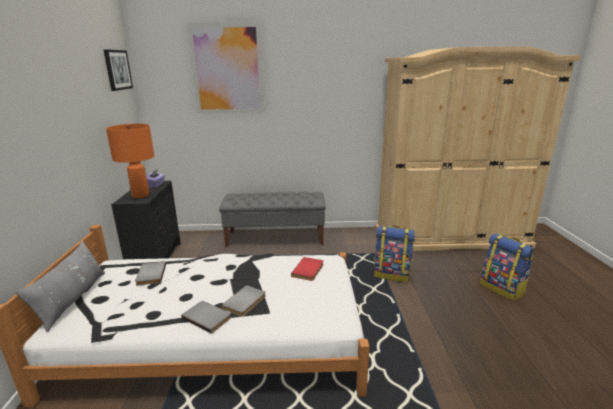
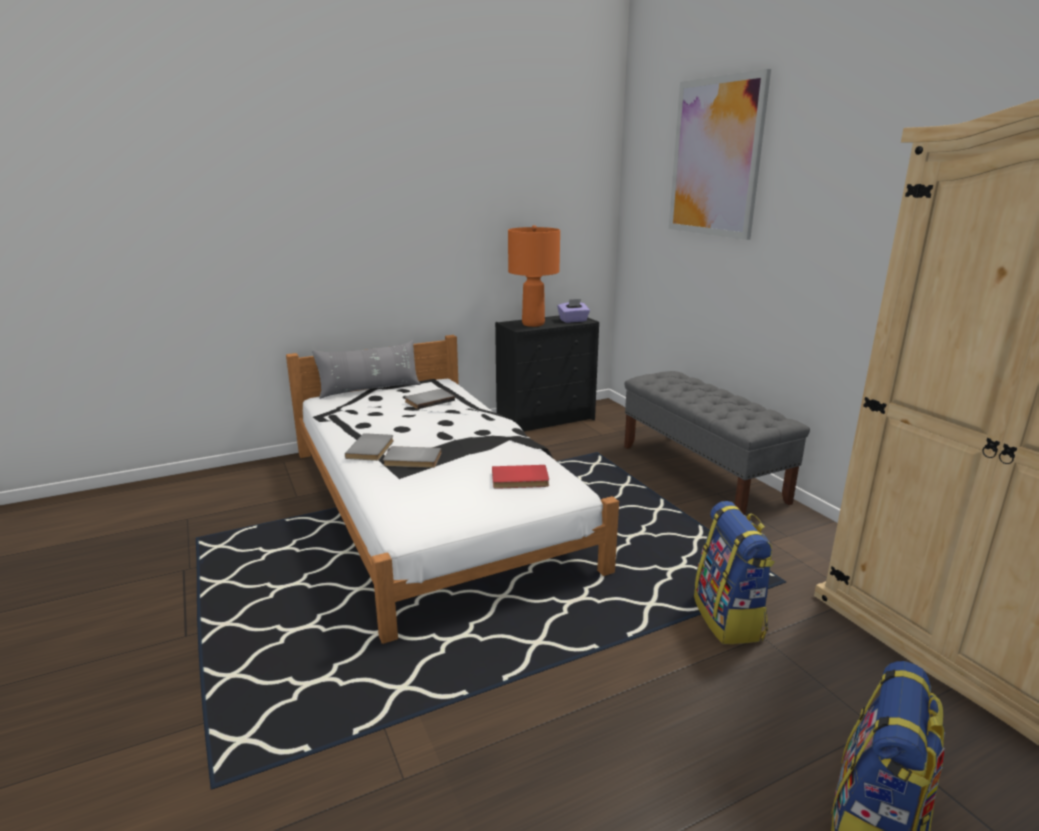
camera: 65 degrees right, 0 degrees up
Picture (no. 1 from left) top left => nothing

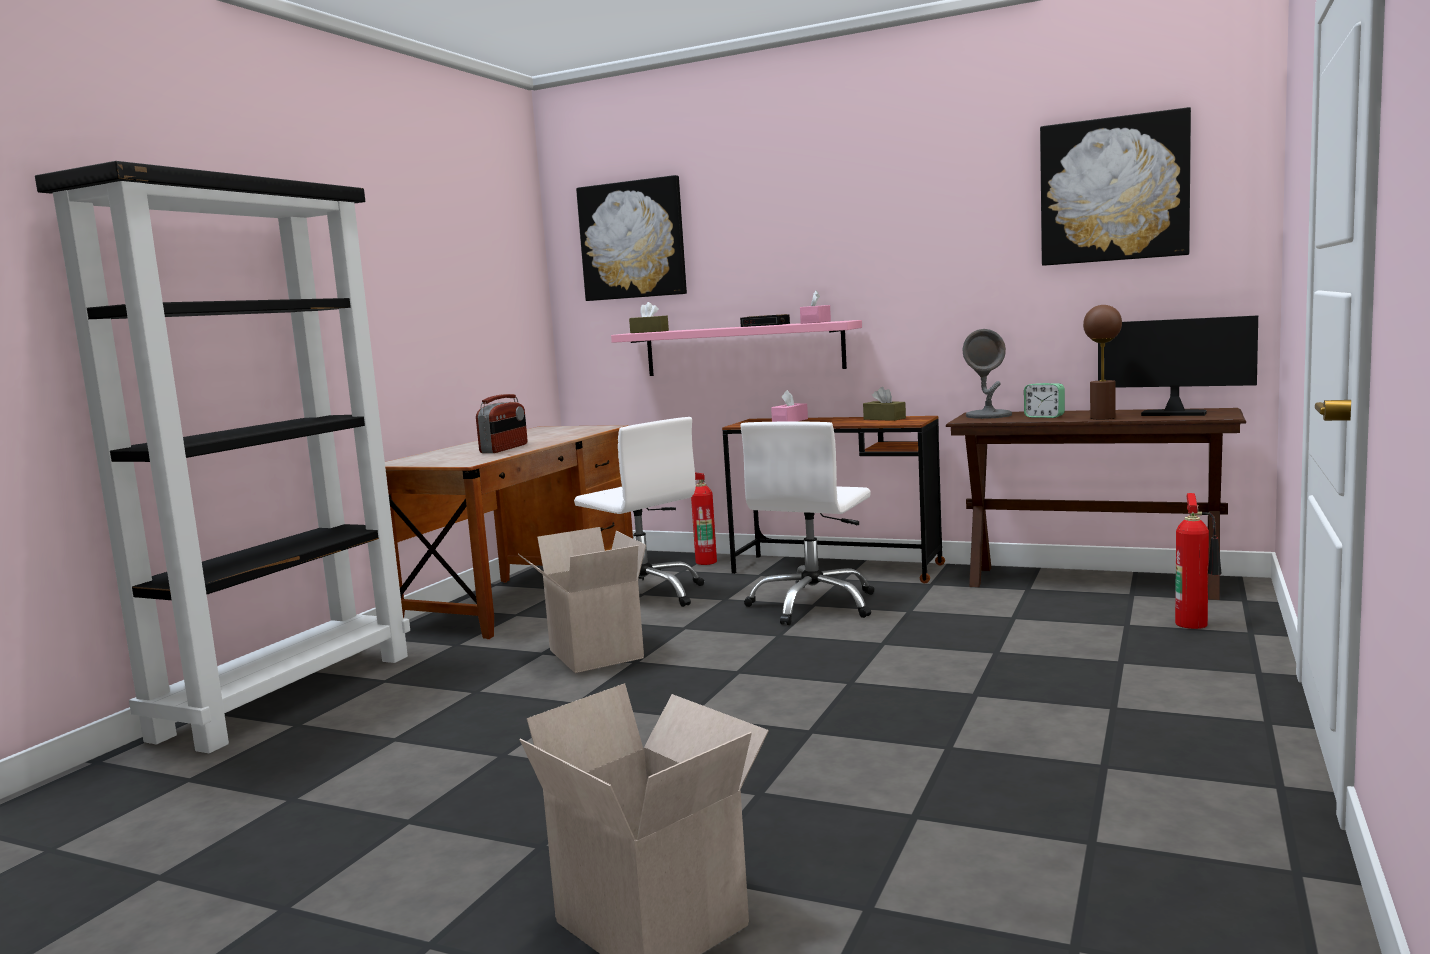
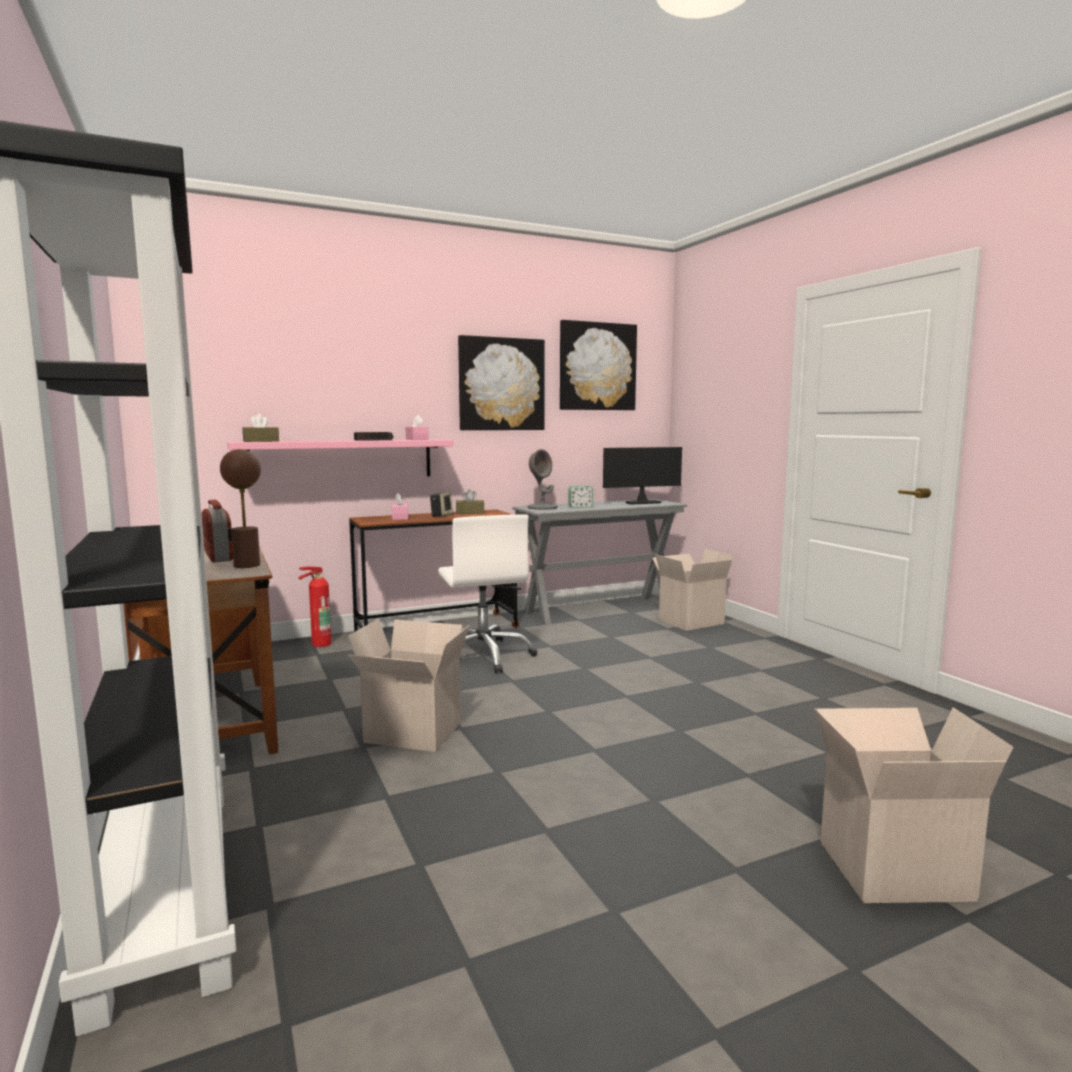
camera: 50 degrees left, 0 degrees up
Picture (no. 1 from left) top centre => Picture (no. 1 from left) centre, shifted
BrownTableLamp middle right => BrownTableLamp middle left, shifted
BrownConsoleTable middle right => GreyConsoleTable centre
WhiteOfficeChair (no. 1 from left) centre => nothing
FireExtinguisher (no. 2 from left) middle right => CardboardBox (no. 2 from left) centre
nothing => Speaker centre

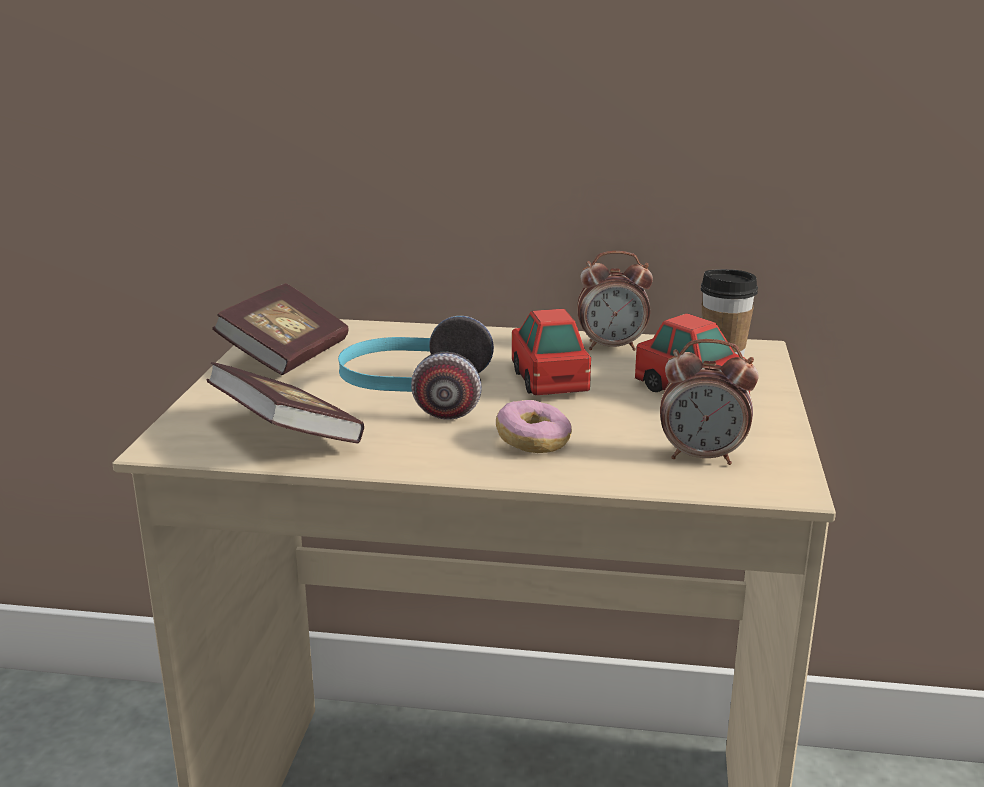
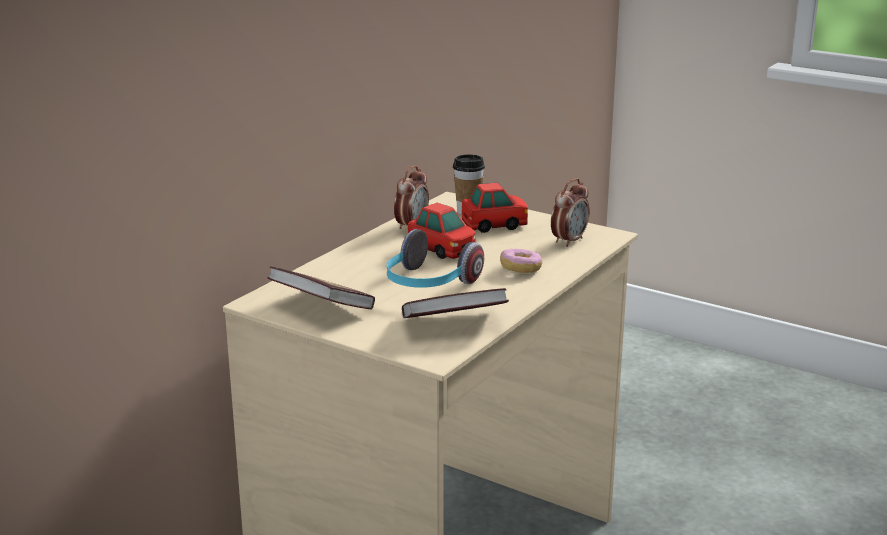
camera: 65 degrees left, 0 degrees up
ToyCar (no. 1 from left) centre, 150 degrees counterclockwise

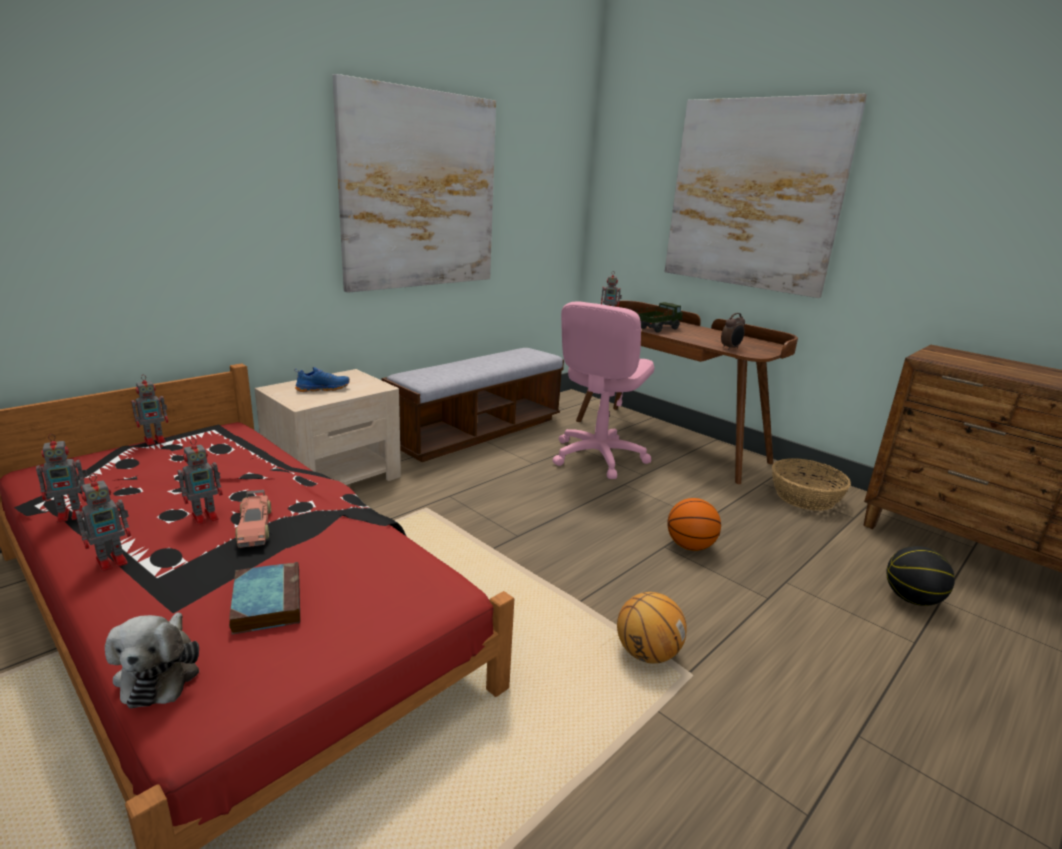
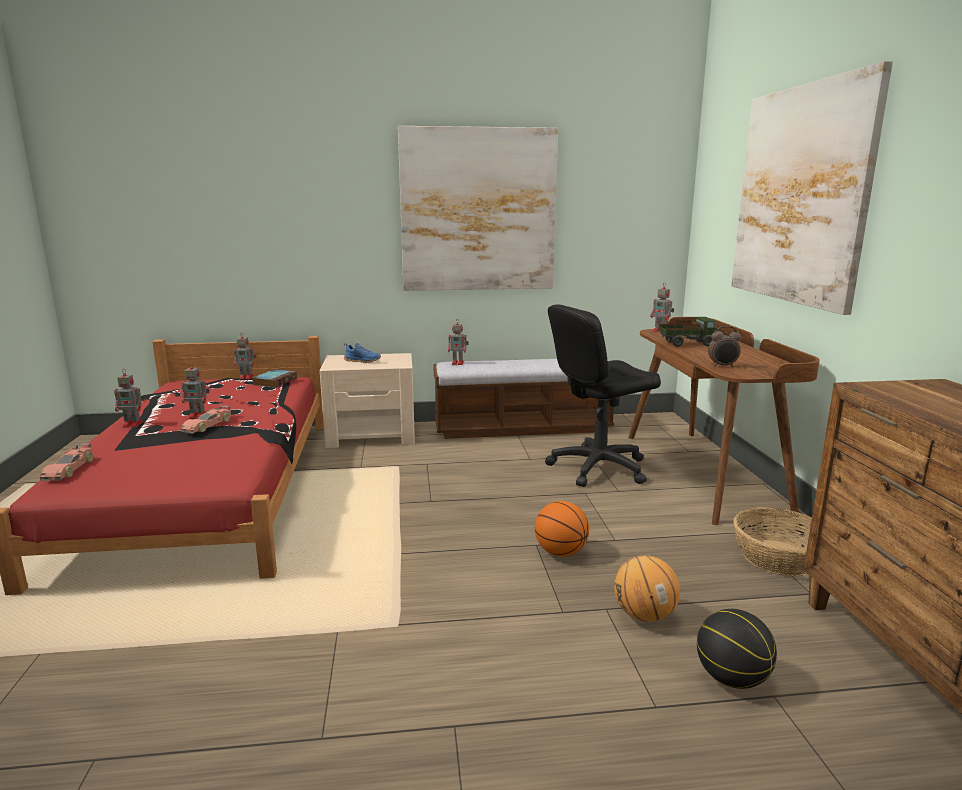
camera: 40 degrees right, 5 degrees down
PinkOfficeChair centre => BlackOfficeChair centre
ToyRobot (no. 1 from left in the first image) middle left => ToyRobot (no. 4 from left) centre, shifted
Book bottom left => Book middle left, shifted
Basketball (no. 1 from left in the first image) bottom centre => Basketball (no. 2 from left) bottom right, shifted
PlushToy bottom left => ToyCar (no. 1 from left) middle left

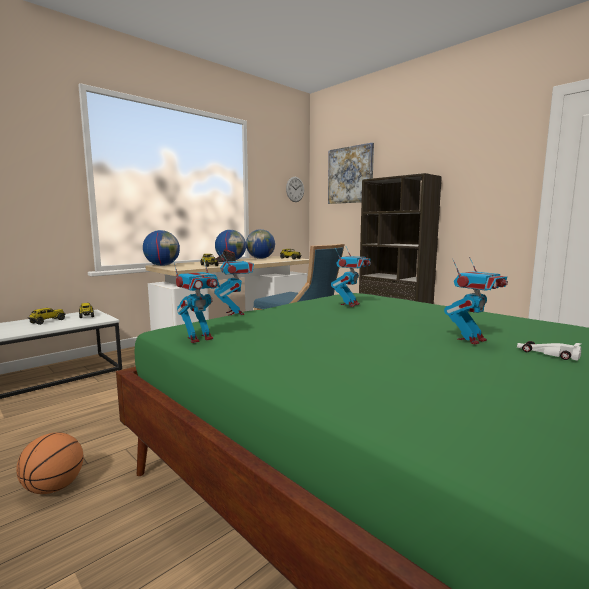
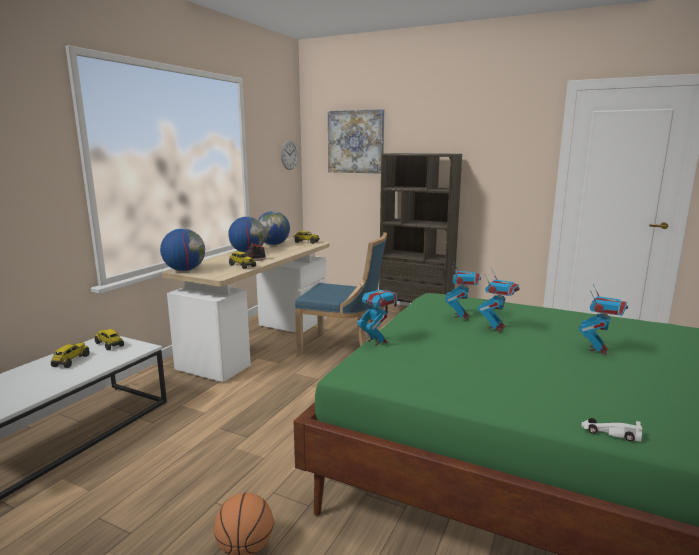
camera: 20 degrees left, 5 degrees up
ToyRobot (no. 1 from left in the first image) middle left => ToyRobot (no. 3 from left) middle right, shifted
WhiteToyCar middle right => WhiteToyCar bottom right, shifted

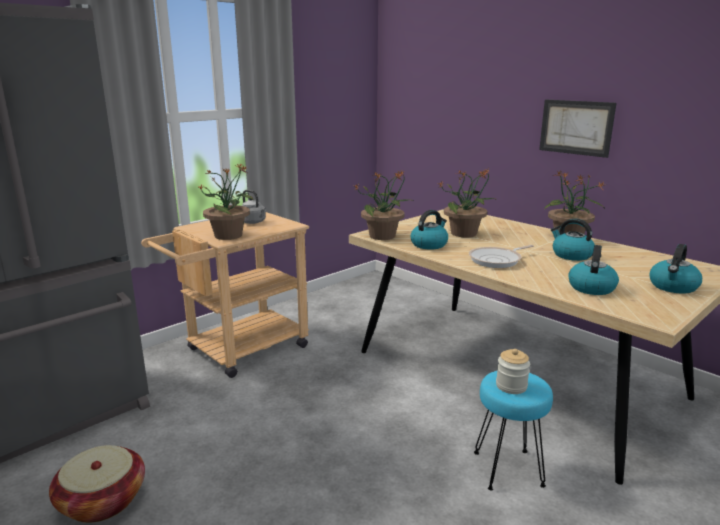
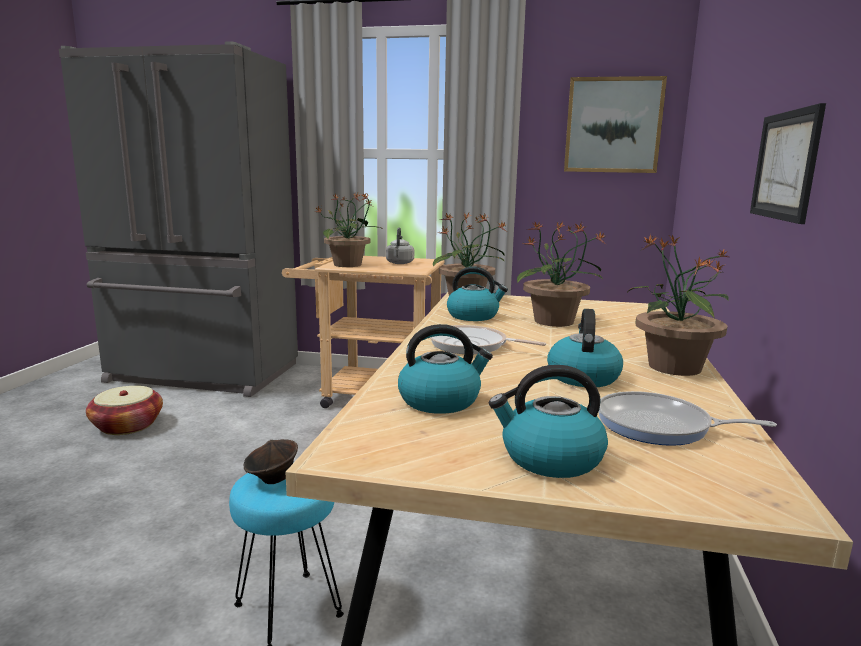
camera: 55 degrees right, 5 degrees down
Jar bottom right => BrownBowl bottom left
nothing => Picture (no. 1 from left) top right
nothing => FryingPan (no. 2 from left) middle right

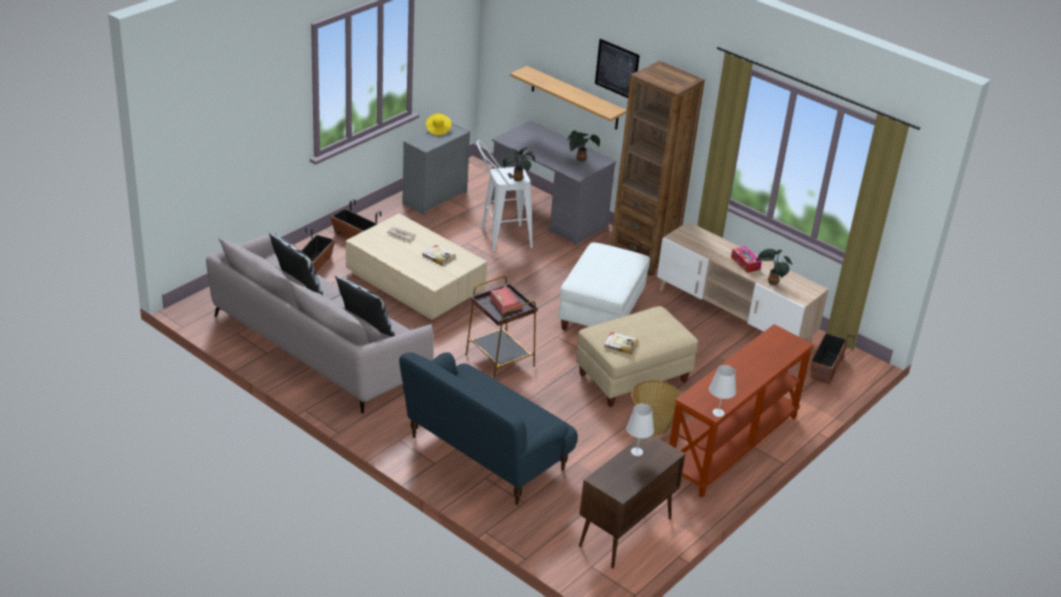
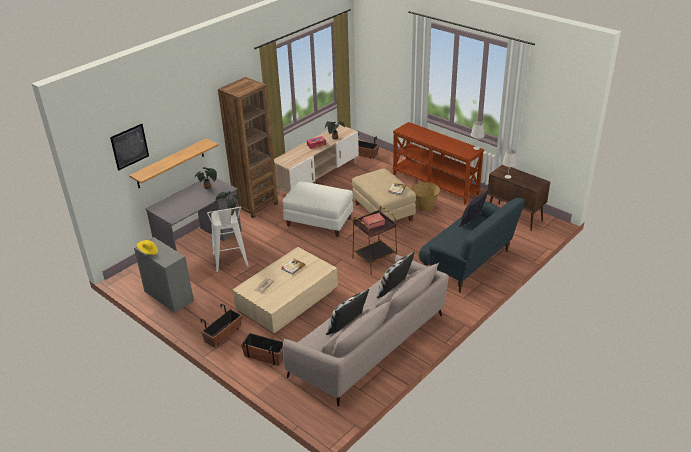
camera: 85 degrees left, 0 degrees up
Picture top centre => Picture top left, shifted
nothing => Pillow (no. 3 from left) middle right

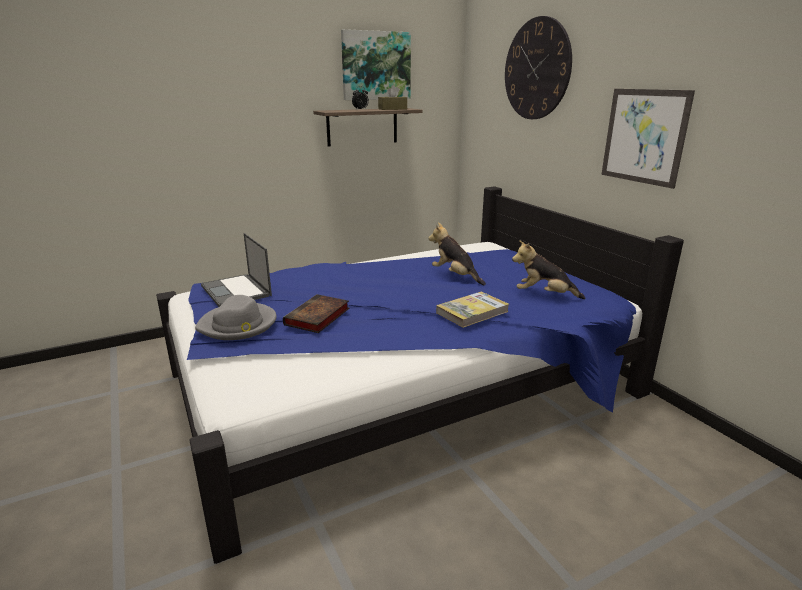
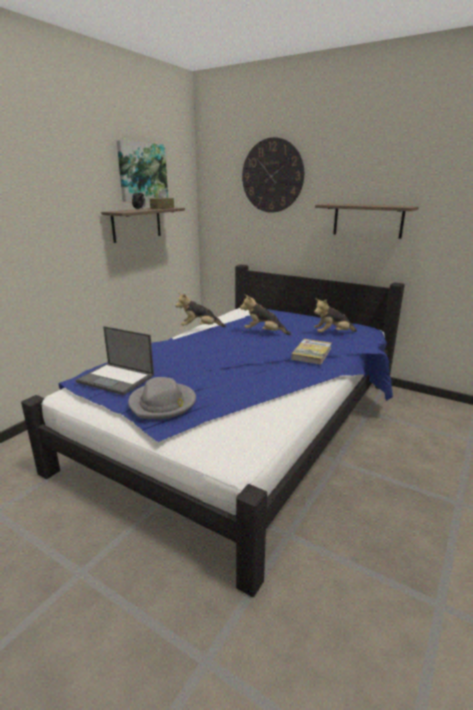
camera: 30 degrees left, 0 degrees up
Picture (no. 2 from left) top right => Shelf (no. 2 from left) top right
Book (no. 1 from left) centre => nothing
nothing => PlushToy (no. 1 from left) centre

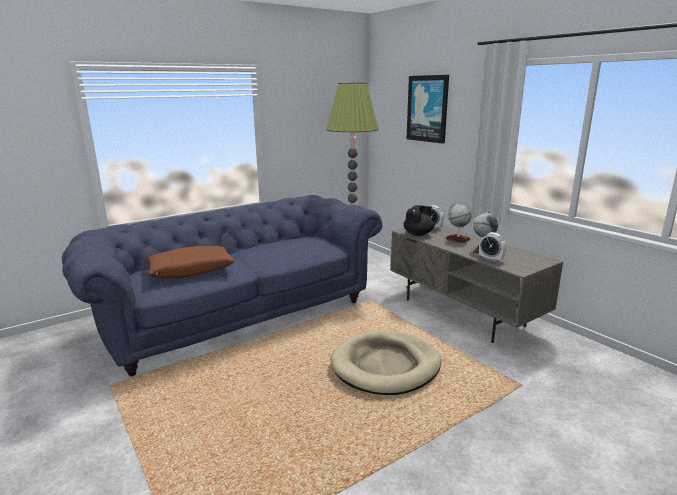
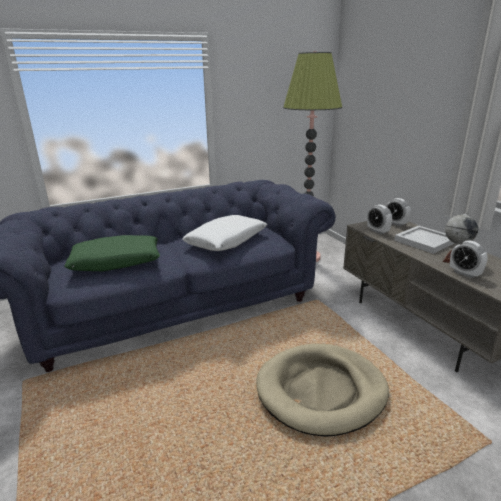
camera: 10 degrees right, 5 degrees up
Picture top centre => nothing
Globe (no. 1 from left) middle right => WhiteTray middle right
BlackTeapot centre => AlarmClock (no. 1 from left) middle right
BrownPillow middle left => GreenPillow middle left
nothing => WhitePillow centre

